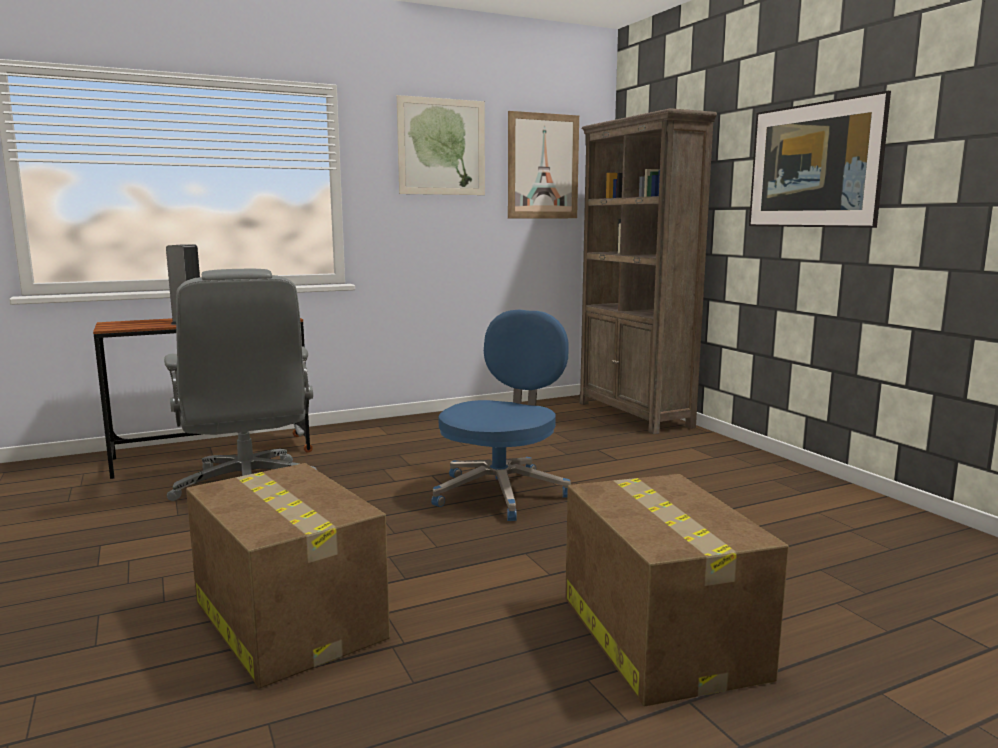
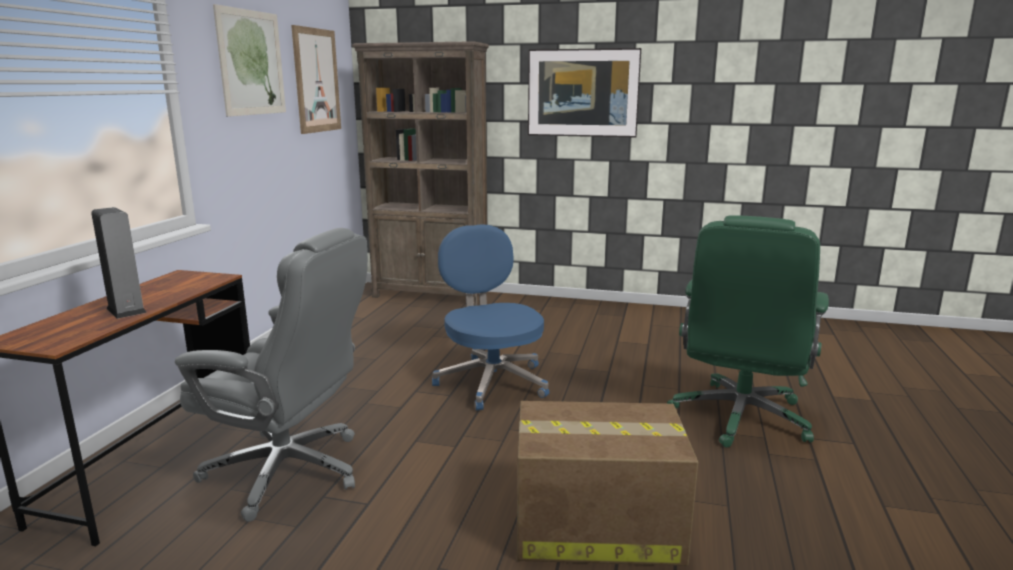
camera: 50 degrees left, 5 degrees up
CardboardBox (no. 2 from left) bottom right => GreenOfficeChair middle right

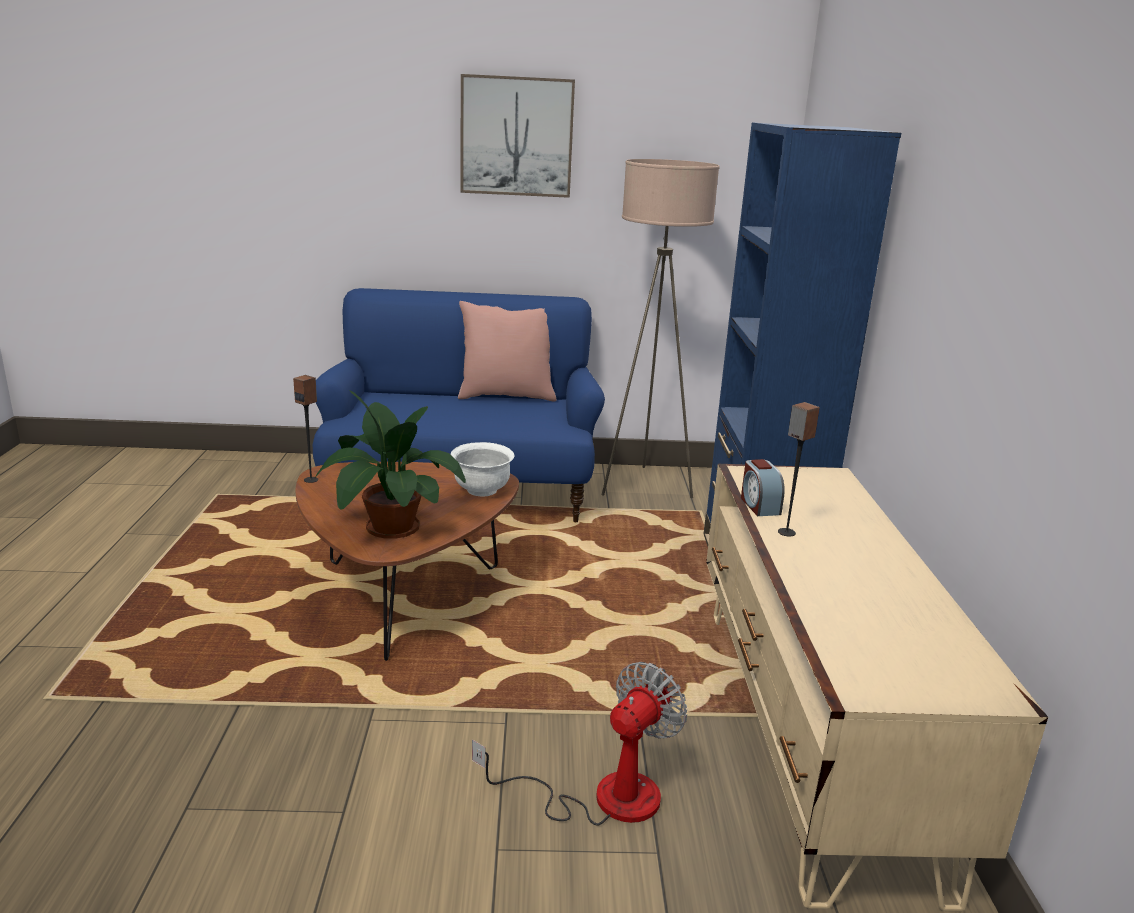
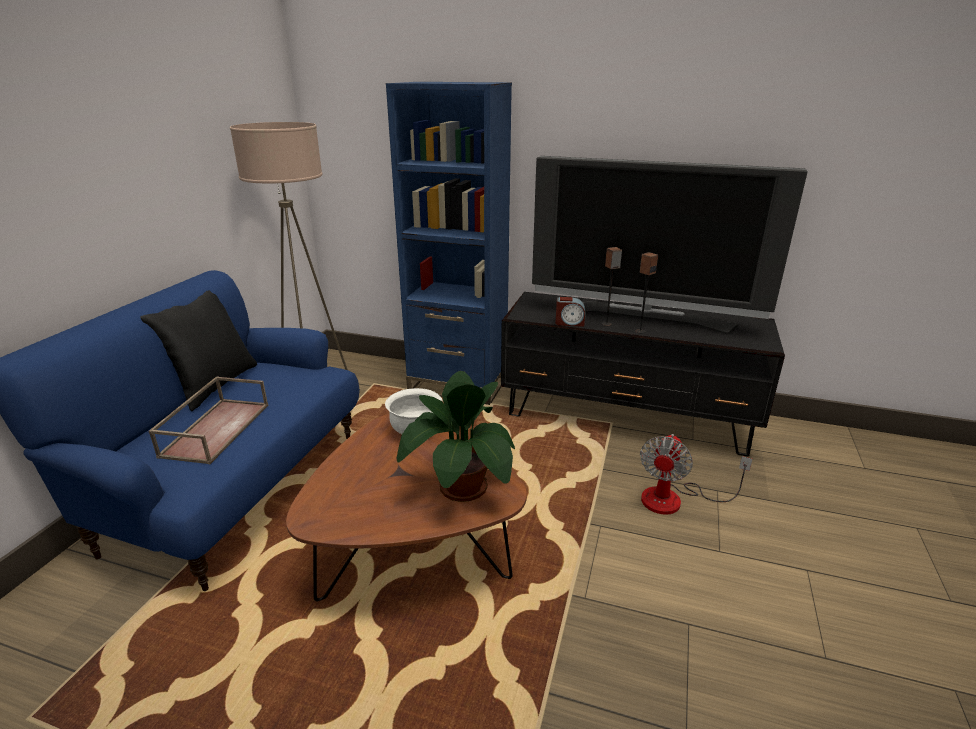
camera: 70 degrees left, 5 degrees up
Picture top centre => nothing
PinkPillow centre => BlackPillow middle left
Speaker (no. 1 from left in the first image) middle left => Speaker (no. 2 from left) centre, shifted
BeigeTvStand bottom right => BlackTvStand centre
Fan bottom centre => Fan middle right, 120 degrees counterclockwise
nothing => Television middle right
nothing => BrownTray middle left

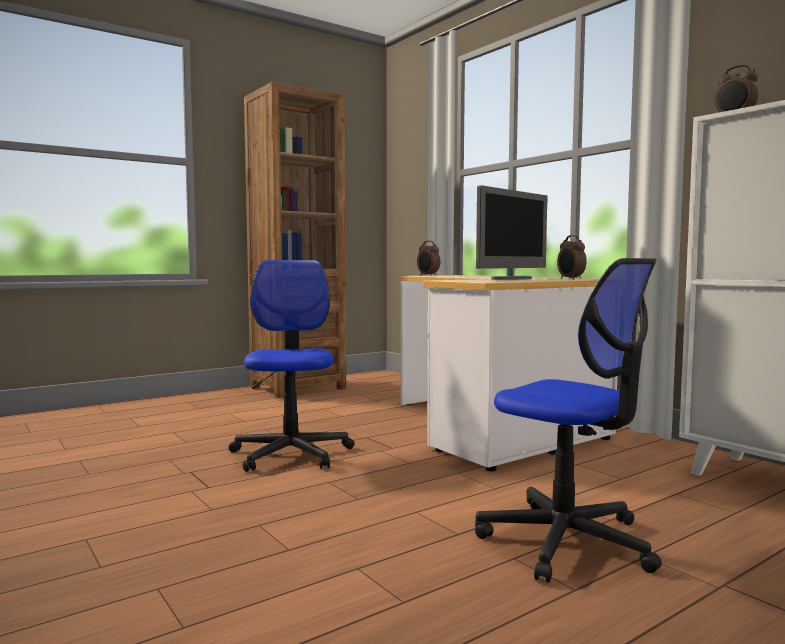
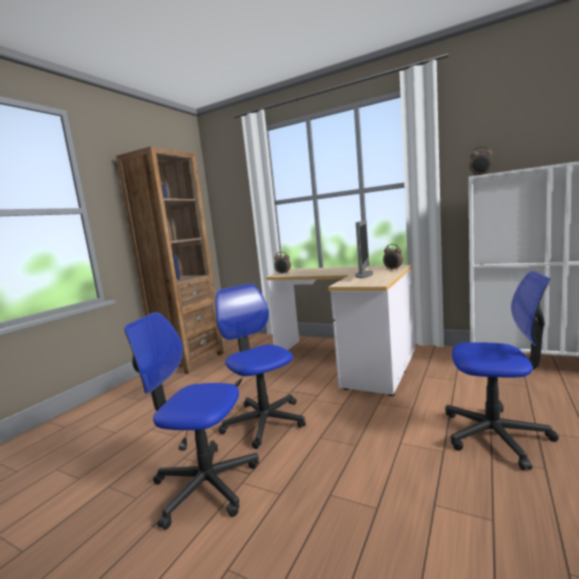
camera: 25 degrees left, 5 degrees up
nothing => OfficeChair (no. 1 from left) bottom left

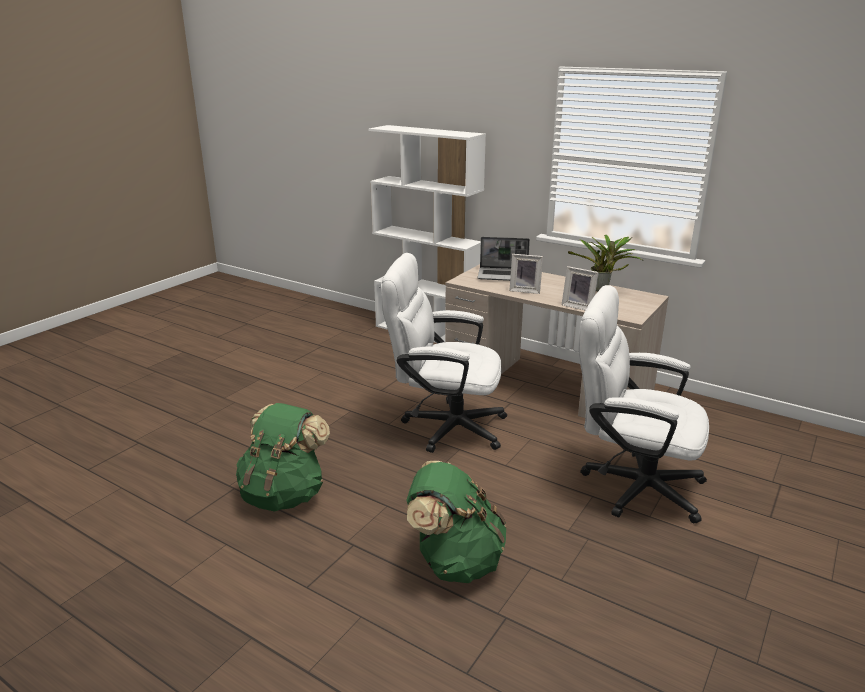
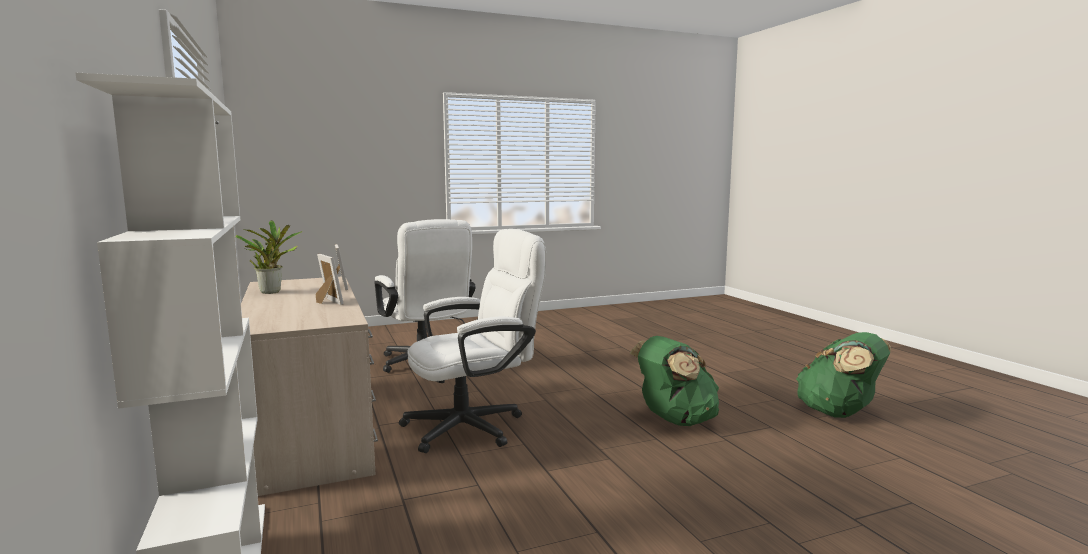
camera: 145 degrees left, 15 degrees down
Laptop centre => nothing
WhiteOfficeChair (no. 1 from left in the first image) centre => WhiteOfficeChair (no. 2 from left) centre, 75 degrees counterclockwise
GreenBackpack (no. 2 from left) bottom centre => GreenBackpack (no. 2 from left) bottom right, shifted

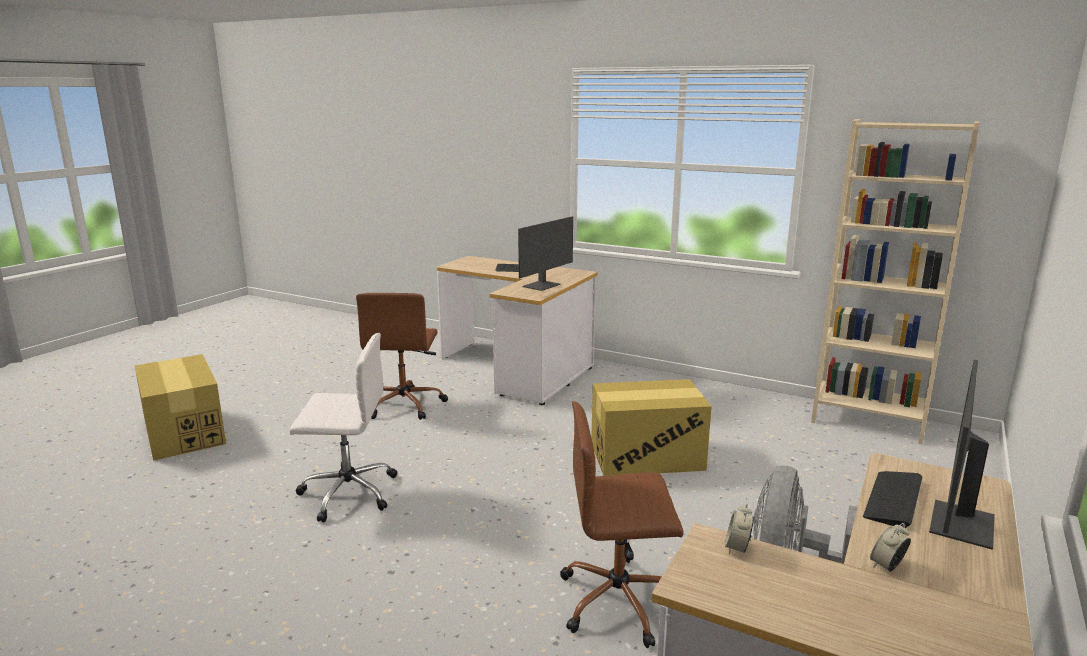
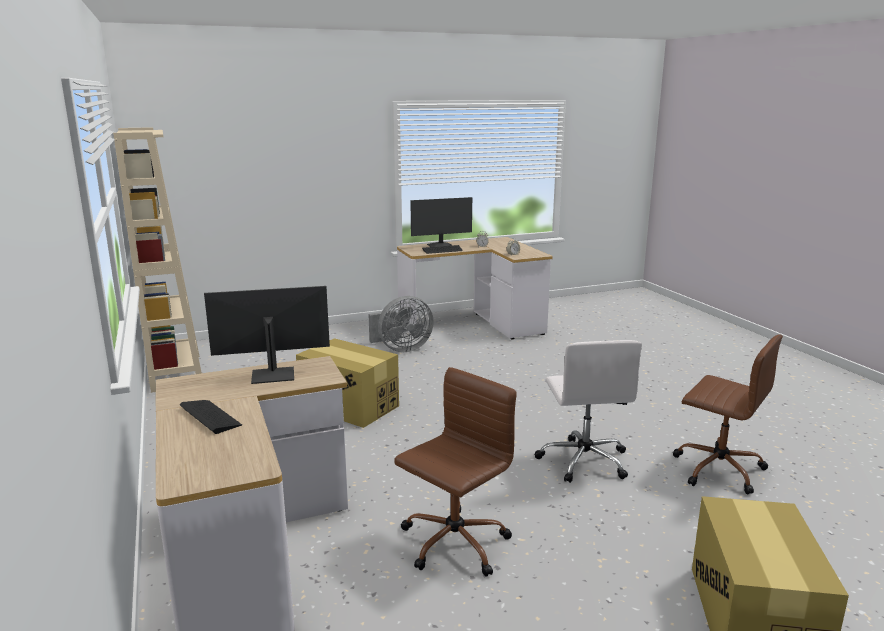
camera: 140 degrees left, 0 degrees up
WhiteOfficeChair middle left => WhiteOfficeChair centre, 135 degrees counterclockwise
BrownOfficeChair (no. 2 from left) bottom centre => BrownOfficeChair (no. 2 from left) middle right, shifted

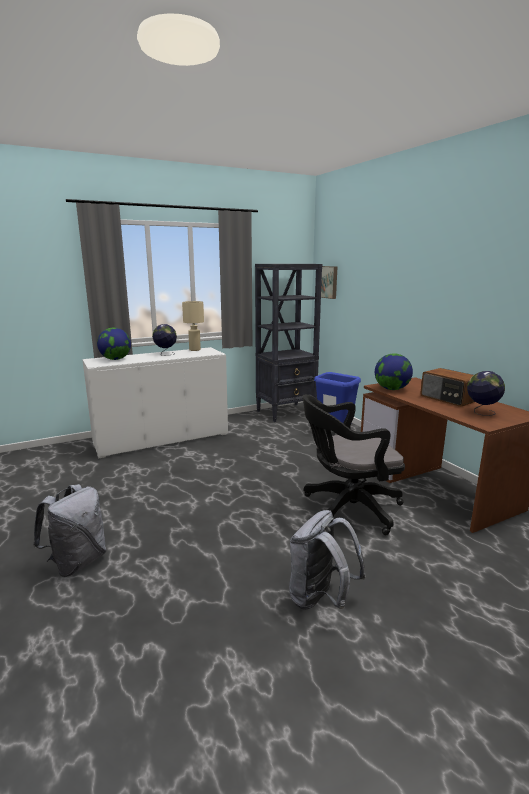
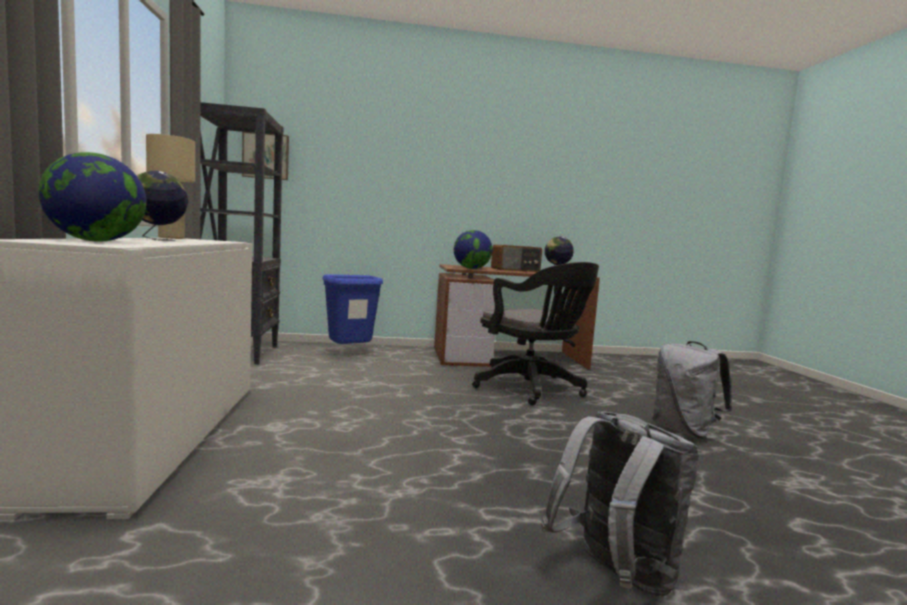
camera: 70 degrees left, 10 degrees down
BlackOfficeChair middle right => BlackOfficeChair centre, 45 degrees counterclockwise

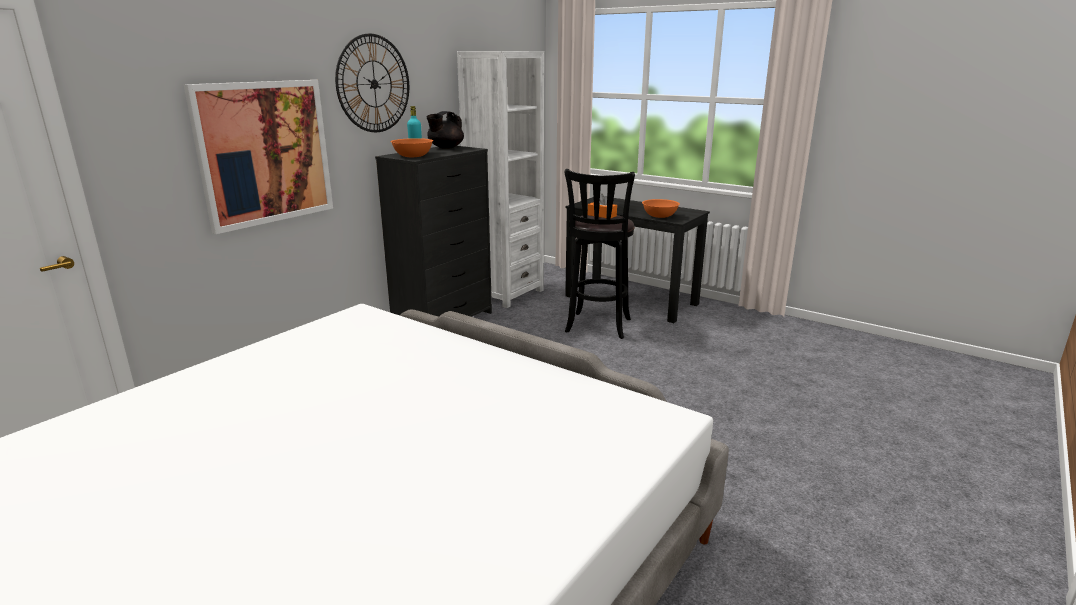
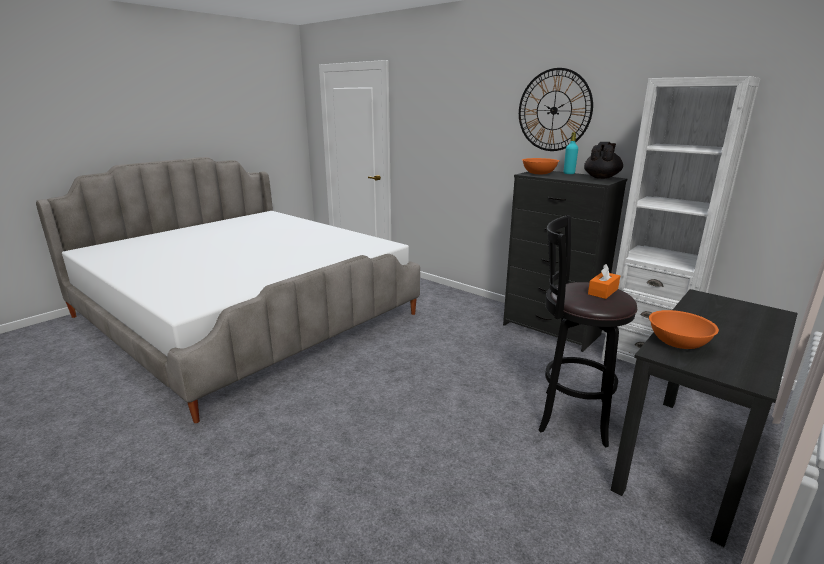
camera: 95 degrees right, 0 degrees up
Picture top left => nothing
BlackTeapot top centre => BlackTeapot top right, 75 degrees clockwise

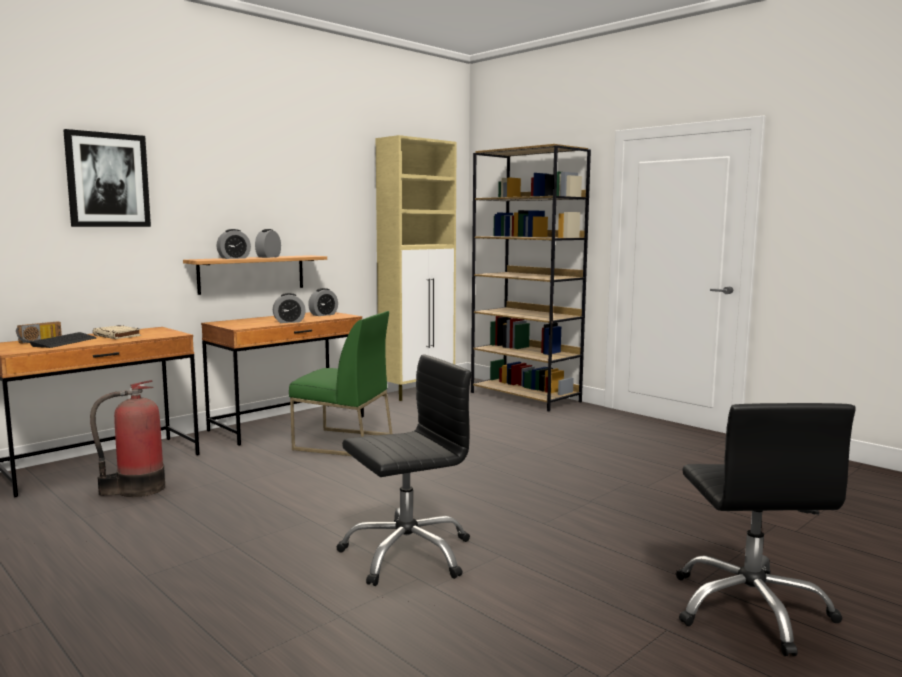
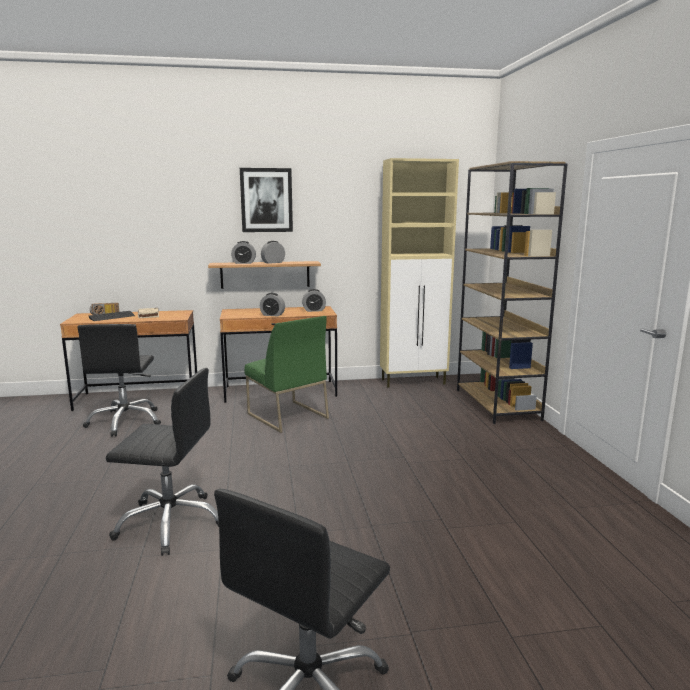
camera: 35 degrees right, 5 degrees up
Picture top left => Picture top centre, shifted
FireExtinguisher middle left => BlackOfficeChair (no. 1 from left) middle left

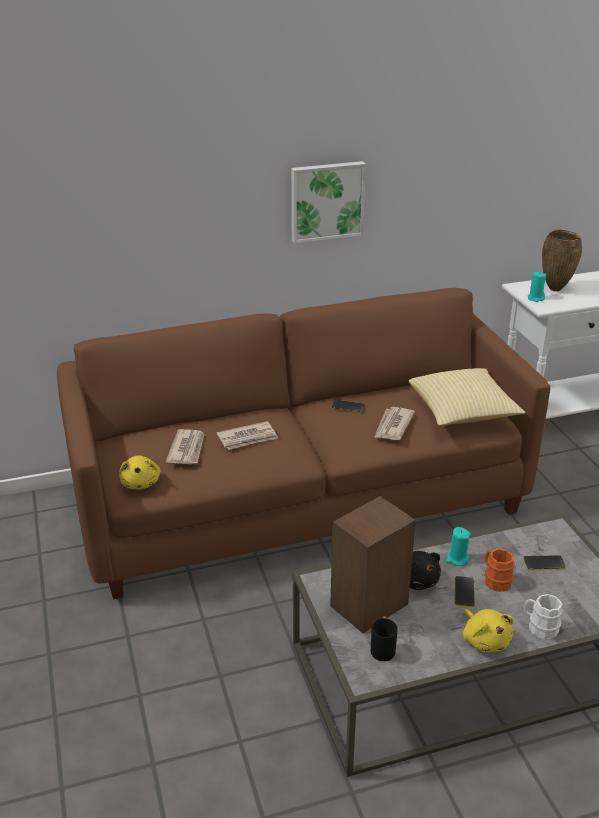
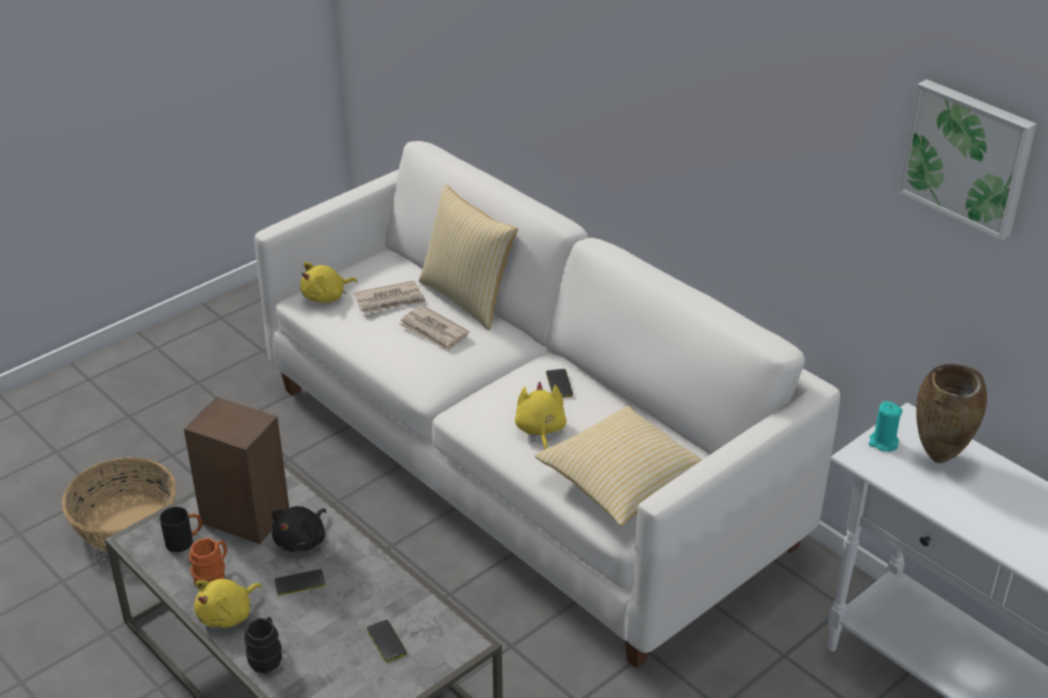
camera: 65 degrees right, 5 degrees up
Picture top centre => Picture top right, shifted
BrownSofa centre => WhiteSofa centre
Newspaper (no. 3 from left) centre => YellowPlushToy (no. 3 from left) centre
TurquoiseCandle (no. 1 from left) bottom right => nothing
OrangeMug bottom right => OrangeMug bottom left, shifted
WhiteMug bottom right => BlackMug (no. 2 from left) bottom left
nothing => Pillow (no. 1 from left) centre
nothing => Basket bottom left

